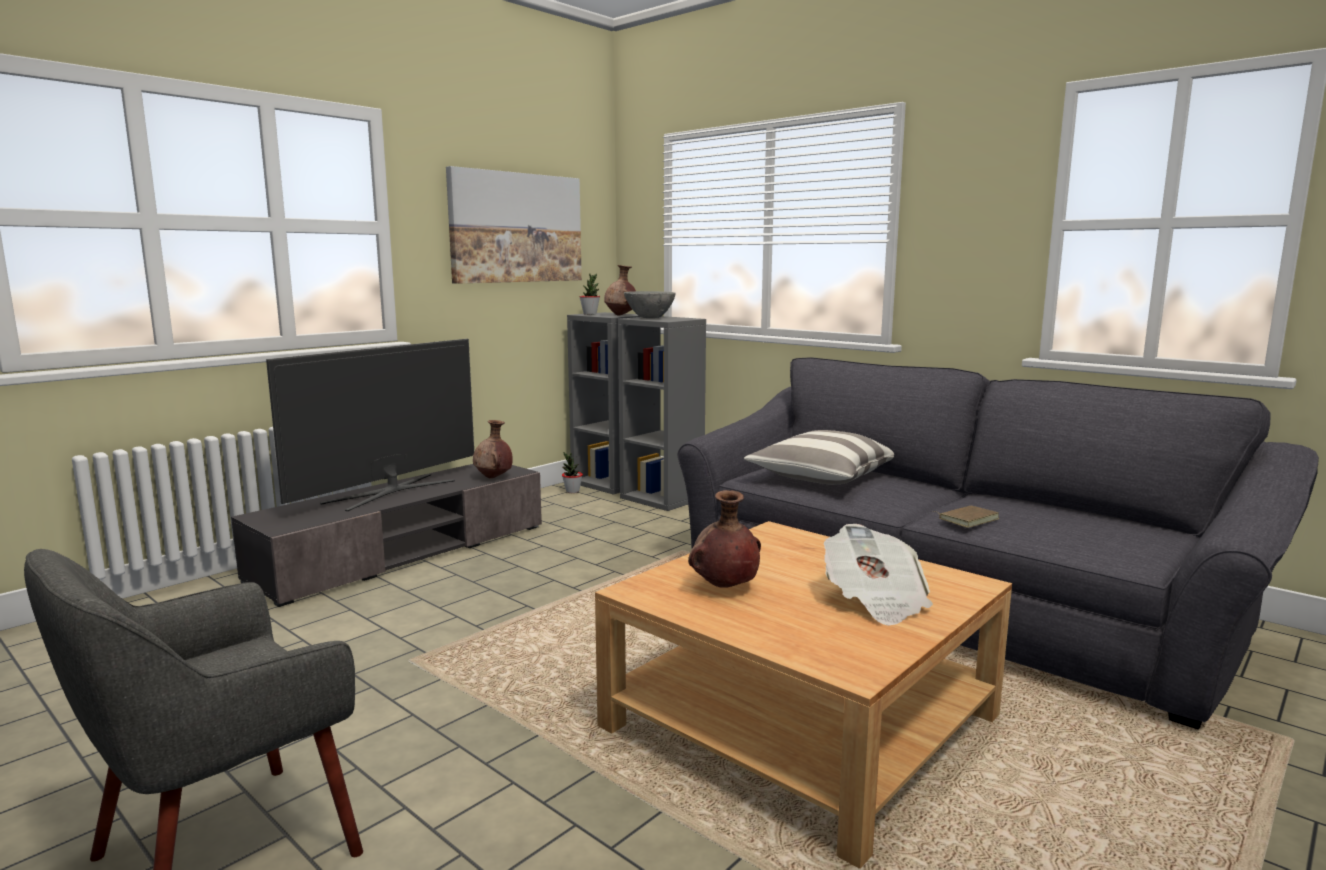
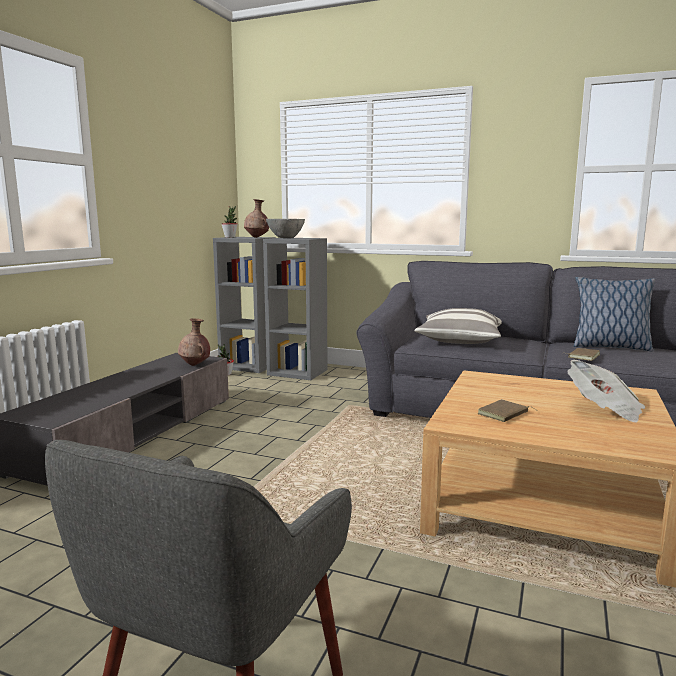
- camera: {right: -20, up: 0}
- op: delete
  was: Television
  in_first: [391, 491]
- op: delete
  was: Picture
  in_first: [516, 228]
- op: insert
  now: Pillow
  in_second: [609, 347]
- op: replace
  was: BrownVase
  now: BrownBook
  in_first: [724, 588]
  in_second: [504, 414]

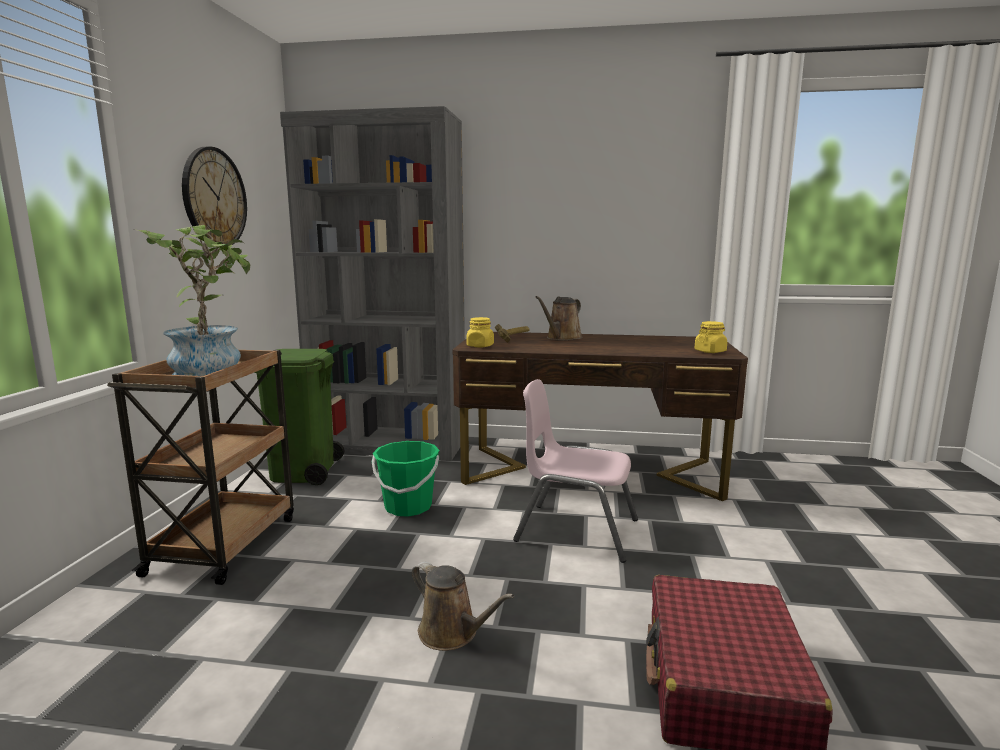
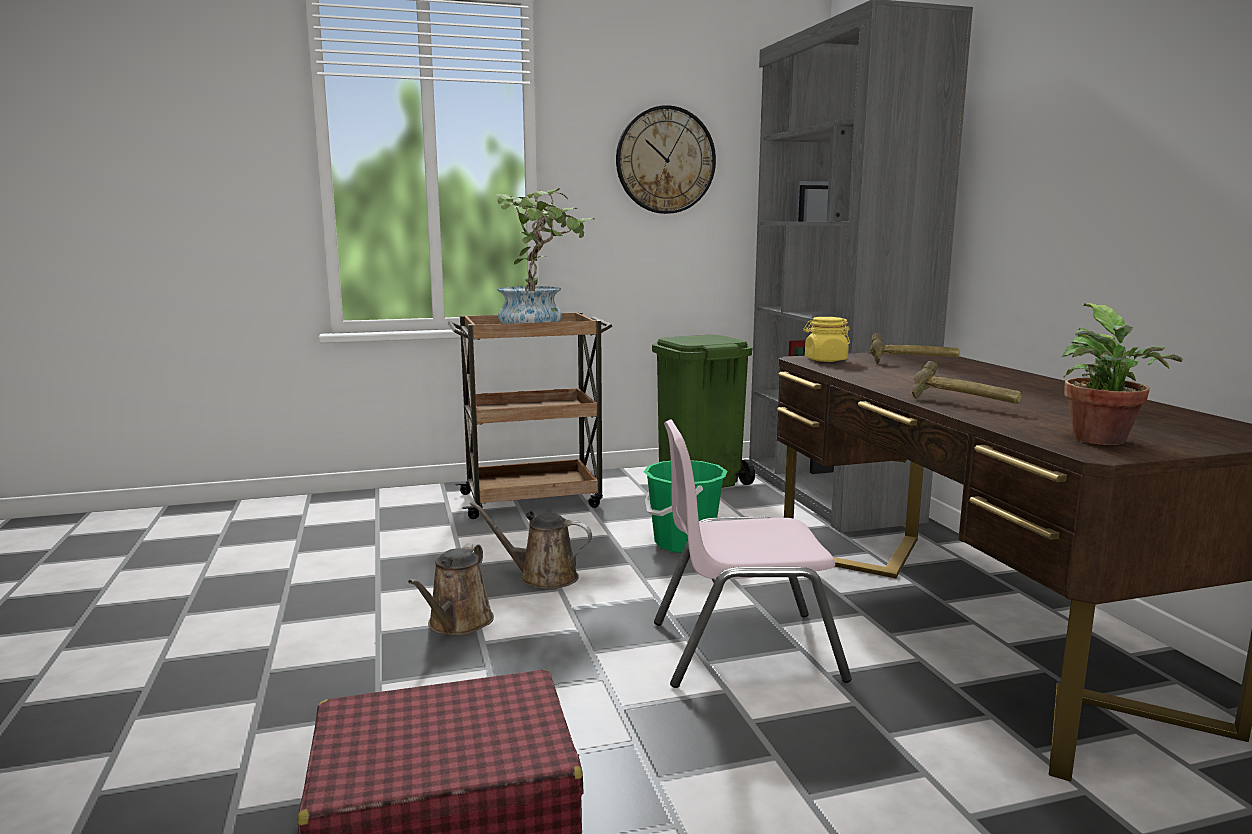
- camera: {right: 65, up: 0}
- op: insert
  now: Hammer
  in_second: [963, 404]
- op: move
  was: BrownWateringCan
  in_first: [562, 338]
  in_second: [542, 577]
- op: replace
  was: YellowJar
  now: PottedPlant
  in_first: [710, 351]
  in_second: [1102, 441]
- op: rotate
  was: PinkChair
  in_first: [576, 531]
  in_second: [743, 649]
  clockwise: -90

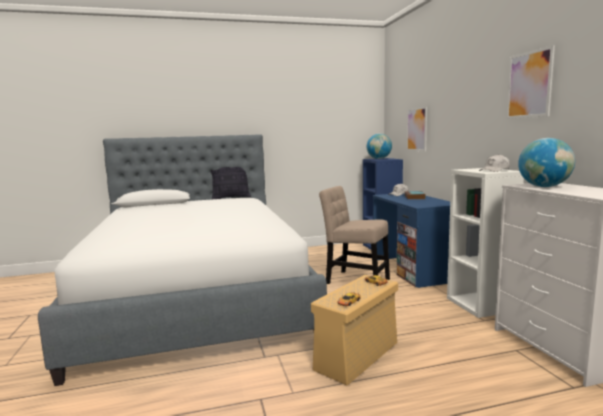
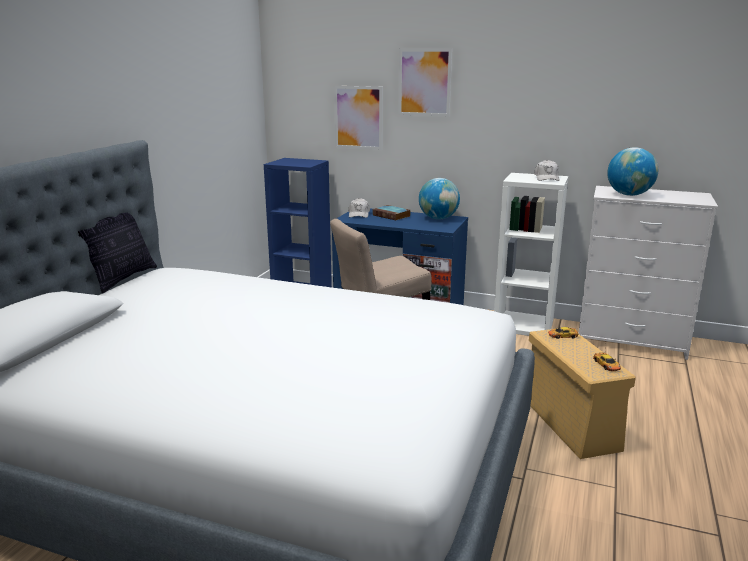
- camera: {right: -55, up: 10}
- op: move
  was: Globe
  in_first: [379, 159]
  in_second: [438, 218]
- op: move
  was: Picture
  in_first: [529, 84]
  in_second: [424, 82]

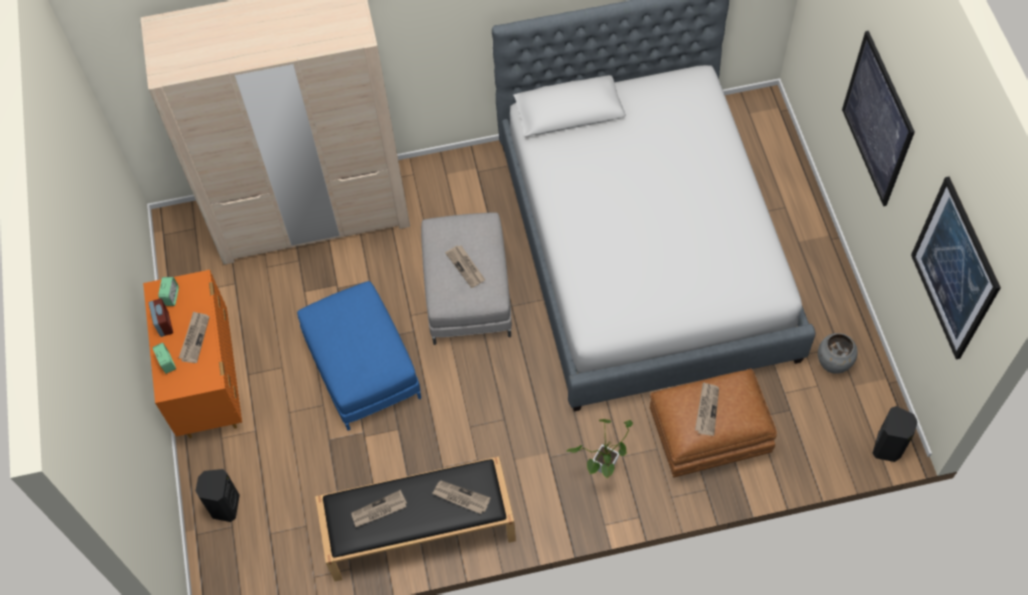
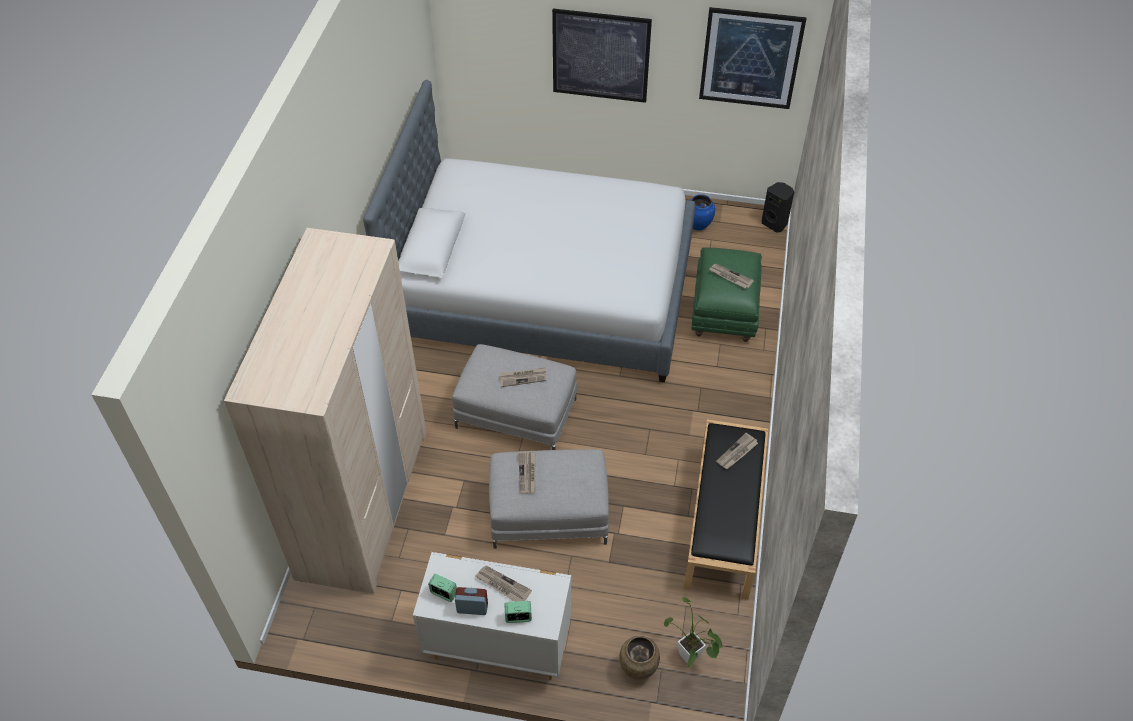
- camera: {right: -70, up: -10}
- op: move
  was: Newspaper
  in_first: [379, 510]
  in_second: [528, 473]
- op: move
  was: PottedPlant
  in_first: [602, 471]
  in_second: [692, 659]
- op: replace
  was: BlackSpeaker
  now: BrownVase
  in_first: [224, 506]
  in_second: [637, 669]
- op: recolor
  was: OrangeDresser
  now: WhiteDresser
  in_first: [208, 381]
  in_second: [497, 645]
- op: recolor
  was: BlueOttoman
  now: GreyOttoman
  in_first: [361, 367]
  in_second: [549, 514]
- op: recolor
  was: BrownOttoman
  now: GreenOttoman
  in_first: [707, 438]
  in_second: [724, 312]
- op: recolor
  was: GreyVase
  now: BlueVase
  in_first: [833, 364]
  in_second: [698, 225]

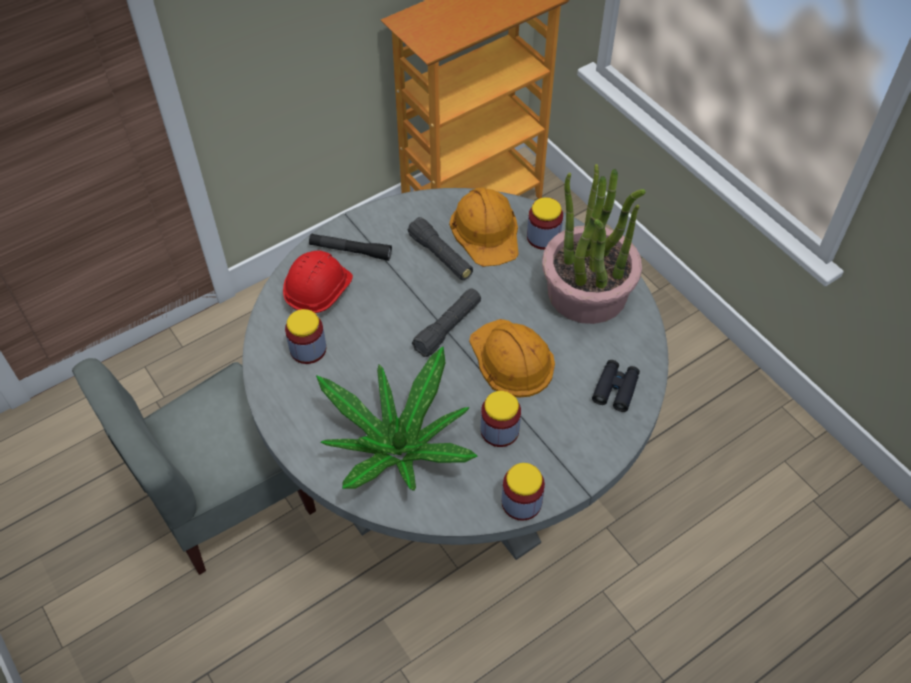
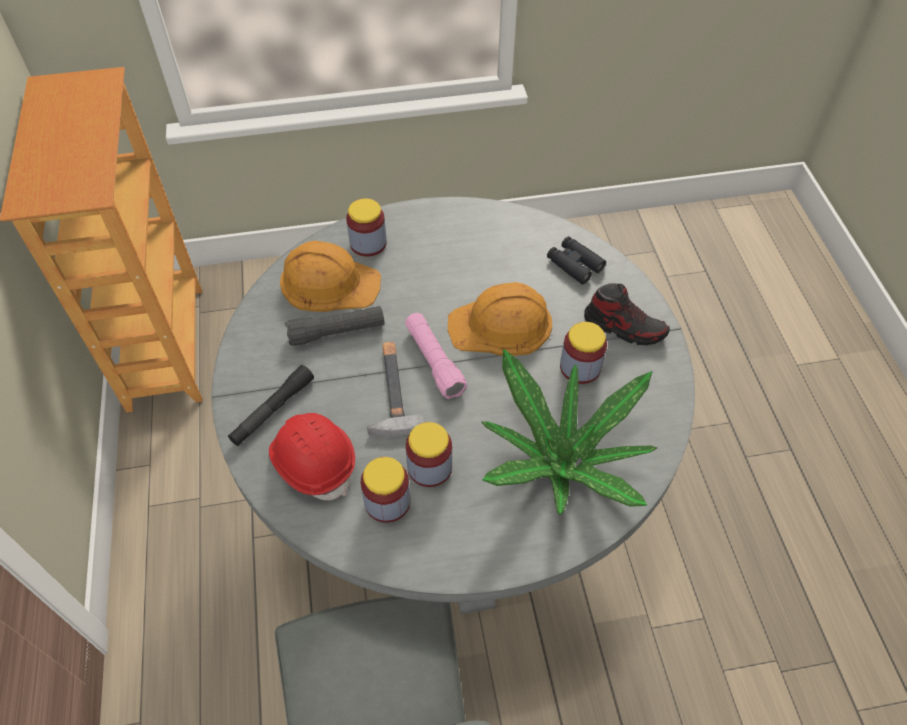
- camera: {right: -65, up: 0}
- op: delete
  was: PottedPlant
  in_first: [587, 292]
- op: insert
  now: Hammer
  in_second: [391, 390]
- op: insert
  now: Shoe
  in_second: [624, 327]
- op: move
  was: Jar
  in_first: [521, 502]
  in_second: [429, 467]
- op: recolor
  was: BlackFlashlight
  now: PinkFlashlight
  in_first: [448, 328]
  in_second: [434, 361]

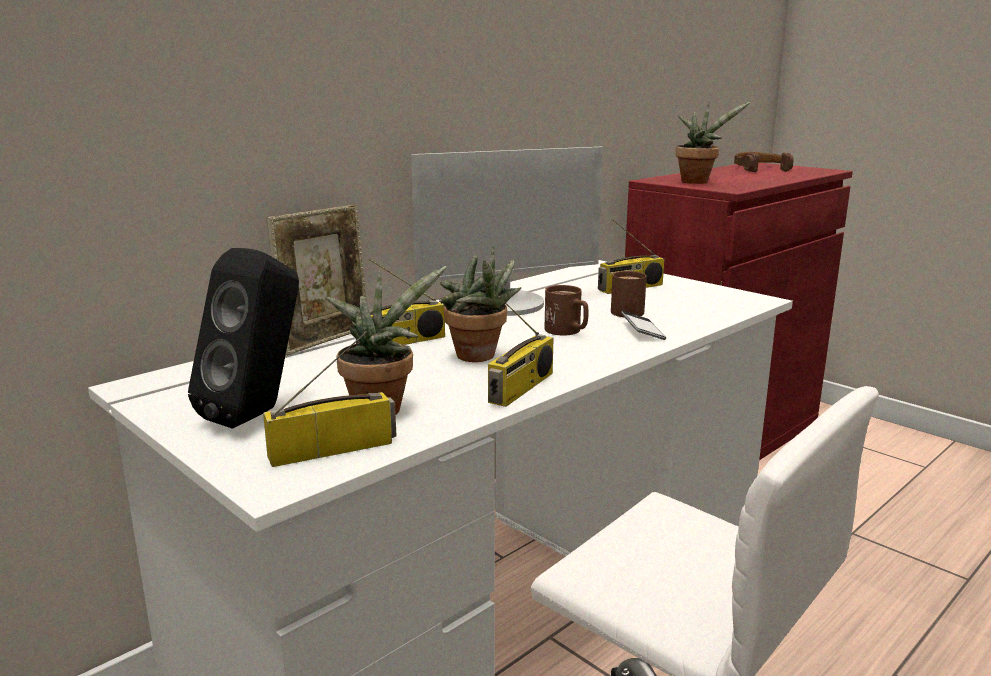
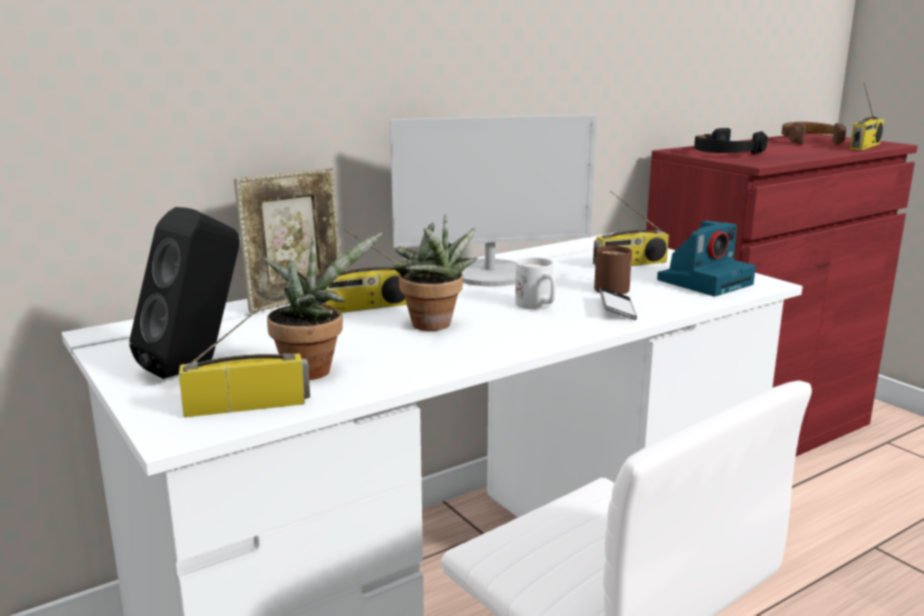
- camera: {right: 10, up: 0}
- op: insert
  now: PhotoCamera
  in_second: [705, 281]
- op: move
  was: Radio
  in_first: [521, 388]
  in_second: [865, 146]
- op: replace
  was: PottedPlant
  now: BlackHeadphones
  in_first: [697, 181]
  in_second: [726, 153]
- op: recolor
  was: BrownMug
  now: WhiteMug
  in_first: [568, 332]
  in_second: [538, 306]

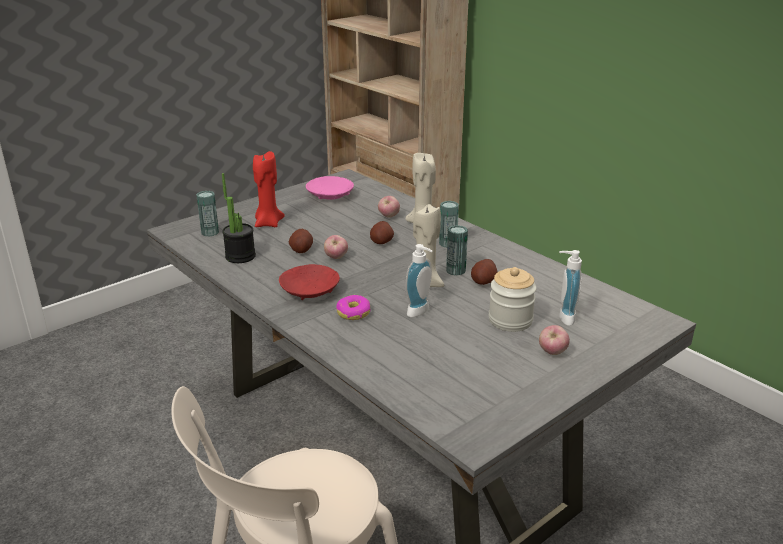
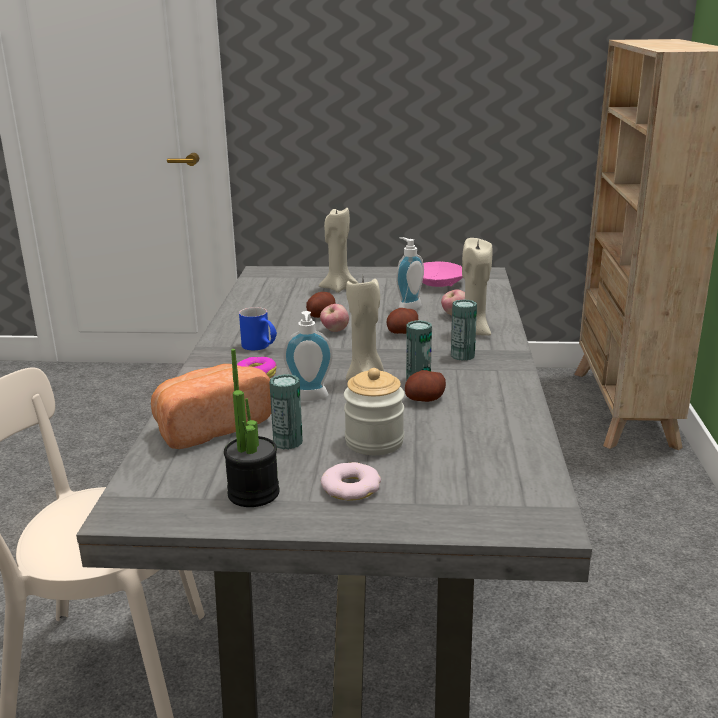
- camera: {right: 45, up: -5}
- op: insert
  now: Bread
  in_second: [210, 426]
- op: move
  was: Can
  in_first: [210, 232]
  in_second: [288, 442]
- op: move
  was: PottedPlant
  in_first: [240, 256]
  in_second: [253, 493]
- op: move
  was: SoapDispenser
  in_first: [563, 317]
  in_second: [407, 307]
- op: replace
  was: RedBowl
  now: BlueMug
  in_first: [310, 291]
  in_second: [260, 347]
- op: replace
  was: Apple
  now: Donut
  in_first: [552, 353]
  in_second: [351, 487]
- op: recolor
  was: RedCandle
  now: BeigeCandle
  in_first: [268, 223]
  in_second: [338, 288]

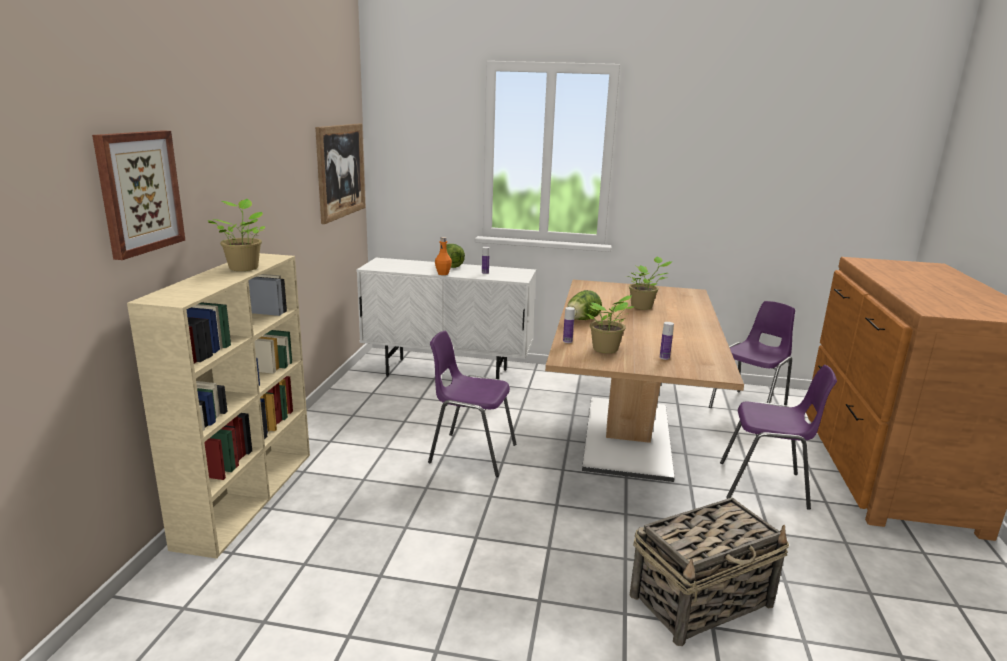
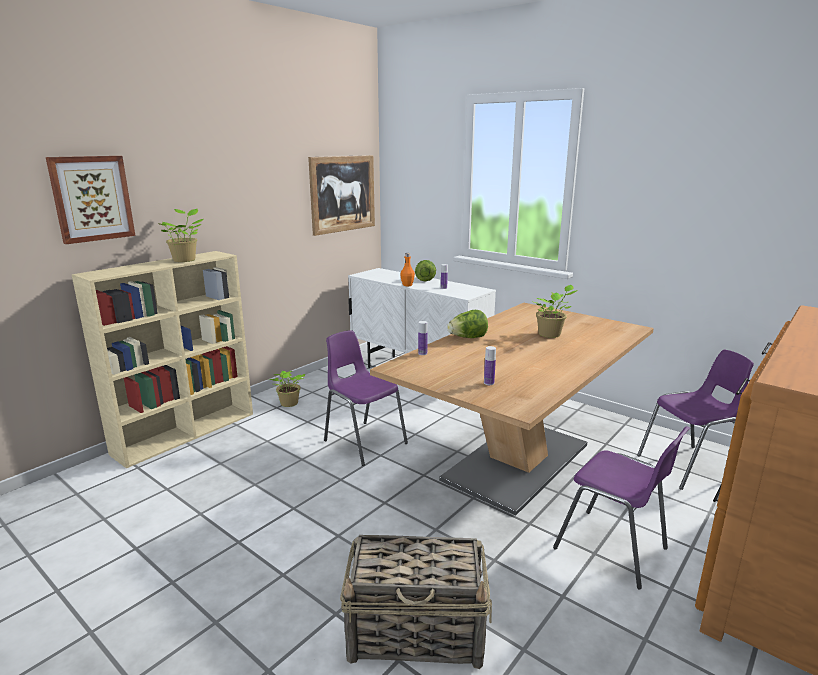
- camera: {right: 30, up: 0}
- op: move
  was: PottedPlant
  in_first: [606, 350]
  in_second: [288, 404]

